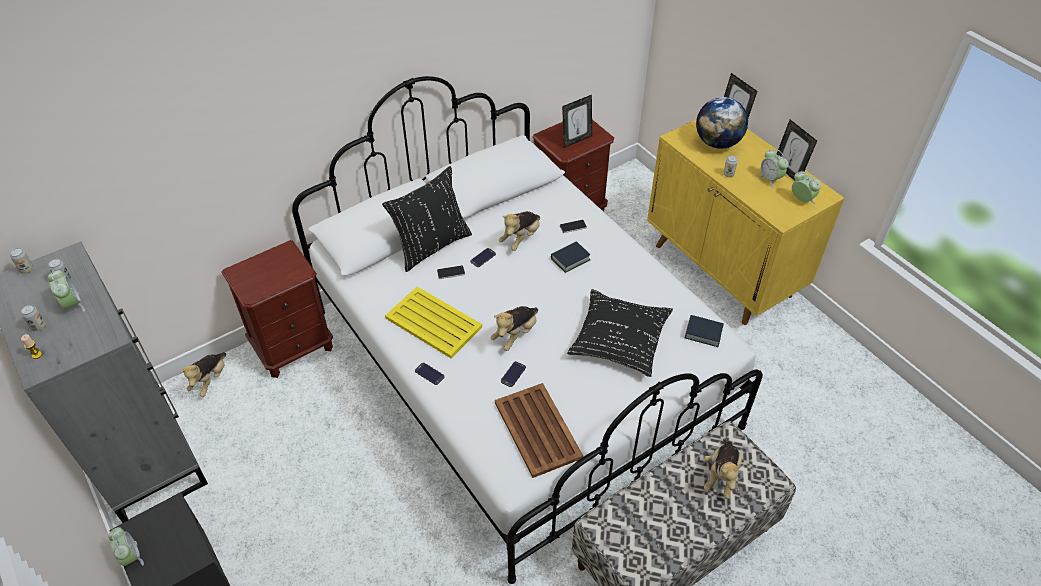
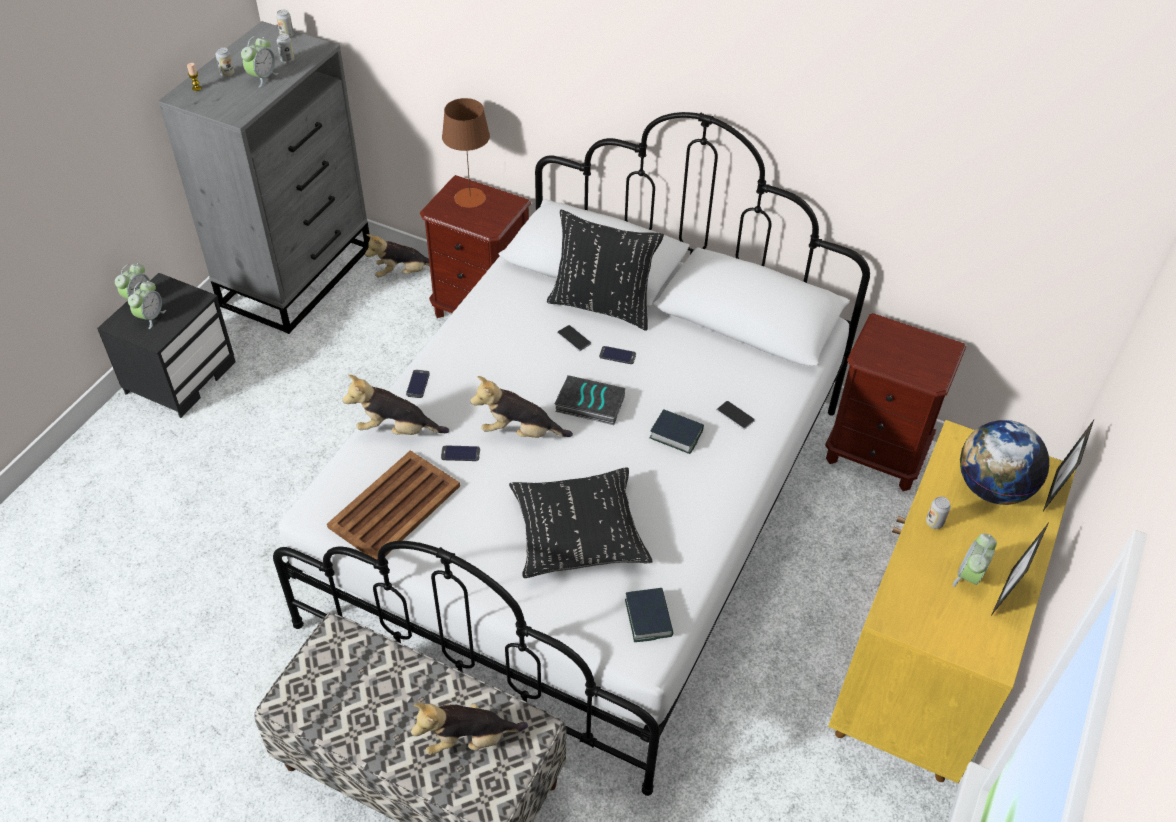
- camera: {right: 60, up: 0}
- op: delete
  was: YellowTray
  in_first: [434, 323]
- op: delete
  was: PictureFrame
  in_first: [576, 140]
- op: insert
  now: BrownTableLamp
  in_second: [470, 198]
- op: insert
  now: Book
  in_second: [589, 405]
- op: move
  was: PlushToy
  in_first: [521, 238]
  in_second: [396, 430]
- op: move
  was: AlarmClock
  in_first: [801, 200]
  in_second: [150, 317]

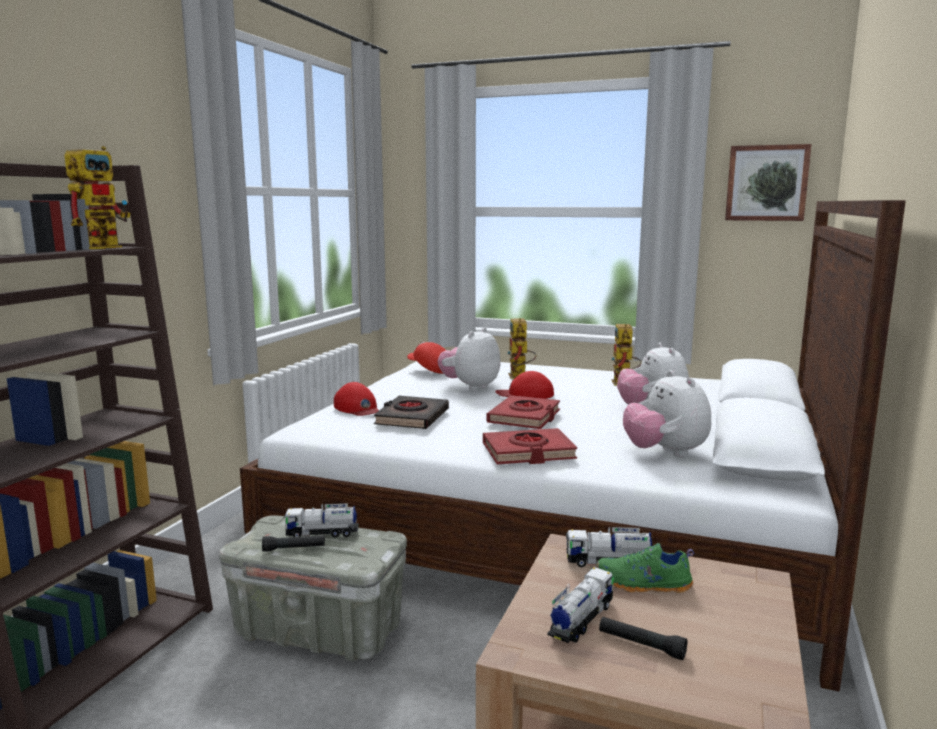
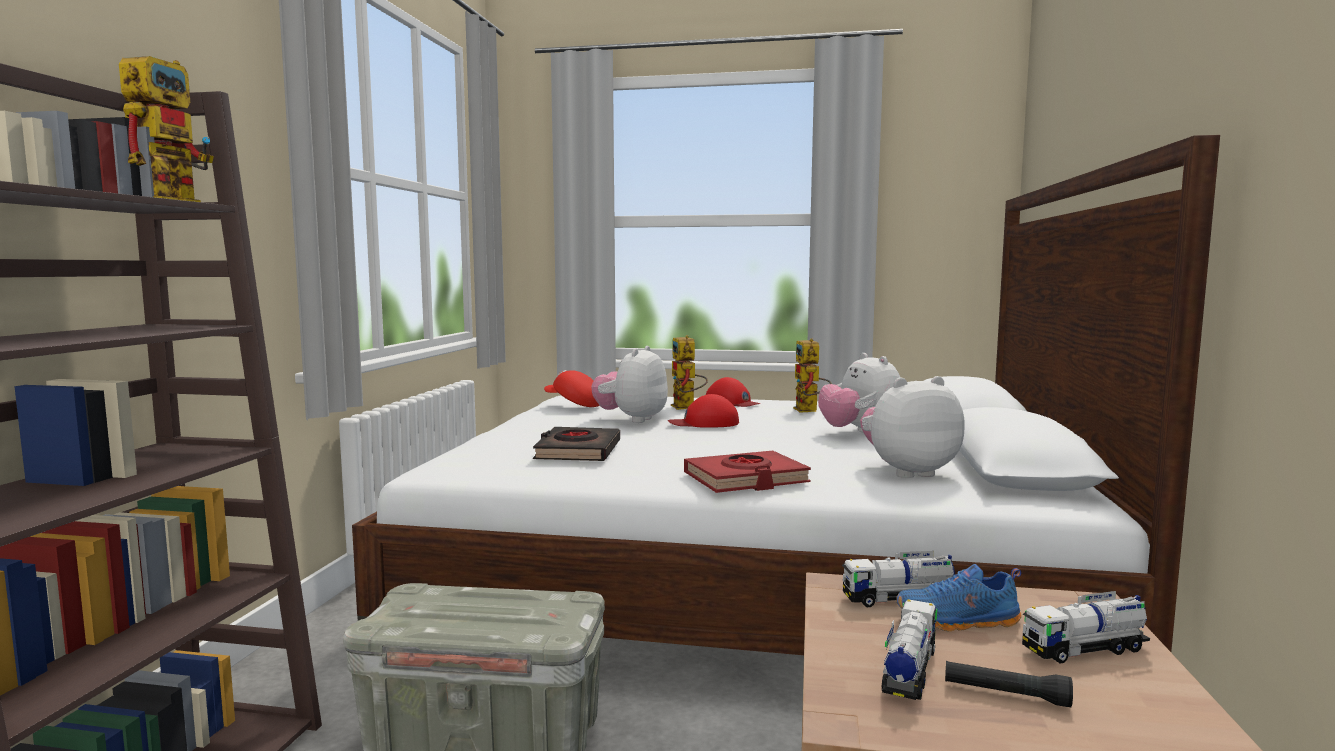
- camera: {right: -10, up: -5}
- op: delete
  was: BlackFlashlight
  in_first: [294, 549]
- op: delete
  was: RedBook
  in_first: [525, 417]
- op: delete
  was: Picture
  in_first: [766, 183]
- op: move
  was: ToyTruck
  in_first: [322, 533]
  in_second: [1085, 649]
- op: move
  was: RedCap
  in_first: [357, 408]
  in_second: [732, 402]
- op: recolor
  was: GreenShoe
  now: BlueShoe
  in_first: [643, 585]
  in_second: [959, 621]
- op: rotate
  was: PlushToy
  in_first: [665, 453]
  in_second: [907, 472]
  clockwise: 105

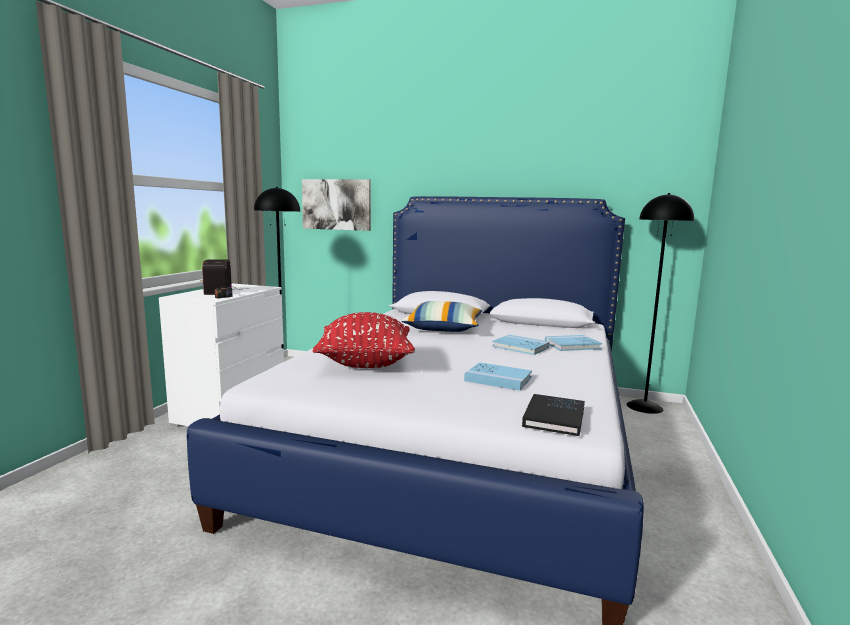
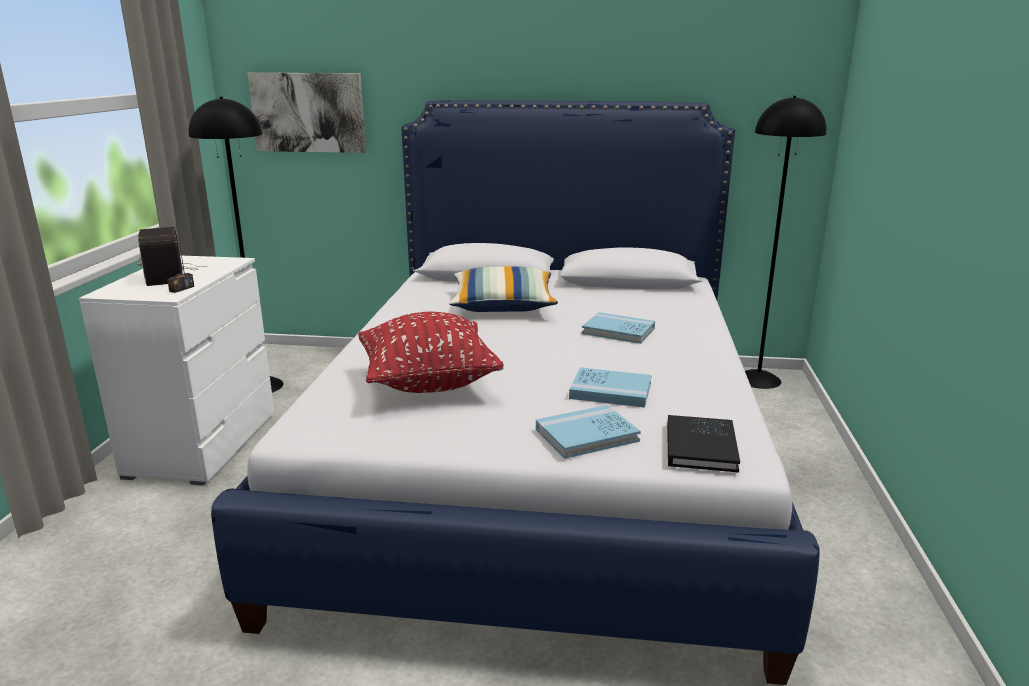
- camera: {right: -10, up: 10}
- op: move
  was: BlueBook
  in_first: [572, 345]
  in_second: [587, 435]

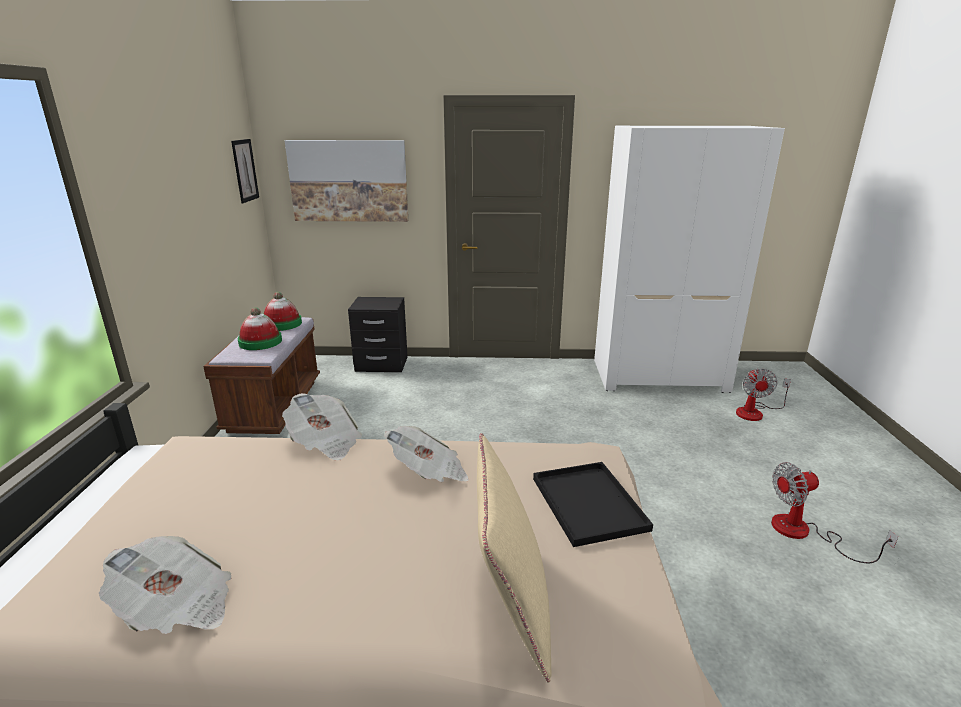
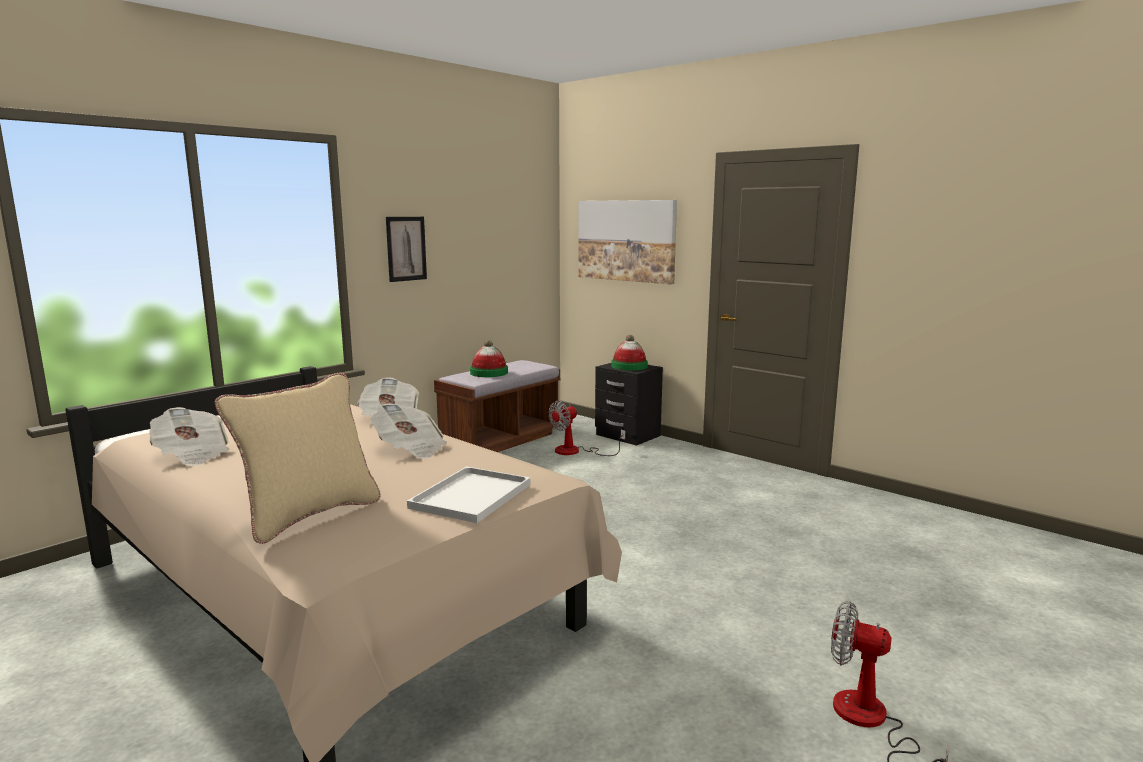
- camera: {right: 40, up: -10}
- op: delete
  was: WhiteWardrobe
  in_first: [659, 375]
- op: move
  was: Picture
  in_first: [245, 170]
  in_second: [406, 248]
- op: move
  was: Hat
  in_first: [282, 324]
  in_second: [629, 366]
- op: move
  was: Fan
  in_first: [755, 412]
  in_second: [576, 451]
- op: recolor
  was: BlackTray
  now: WhiteTray
  in_first: [591, 504]
  in_second: [471, 497]

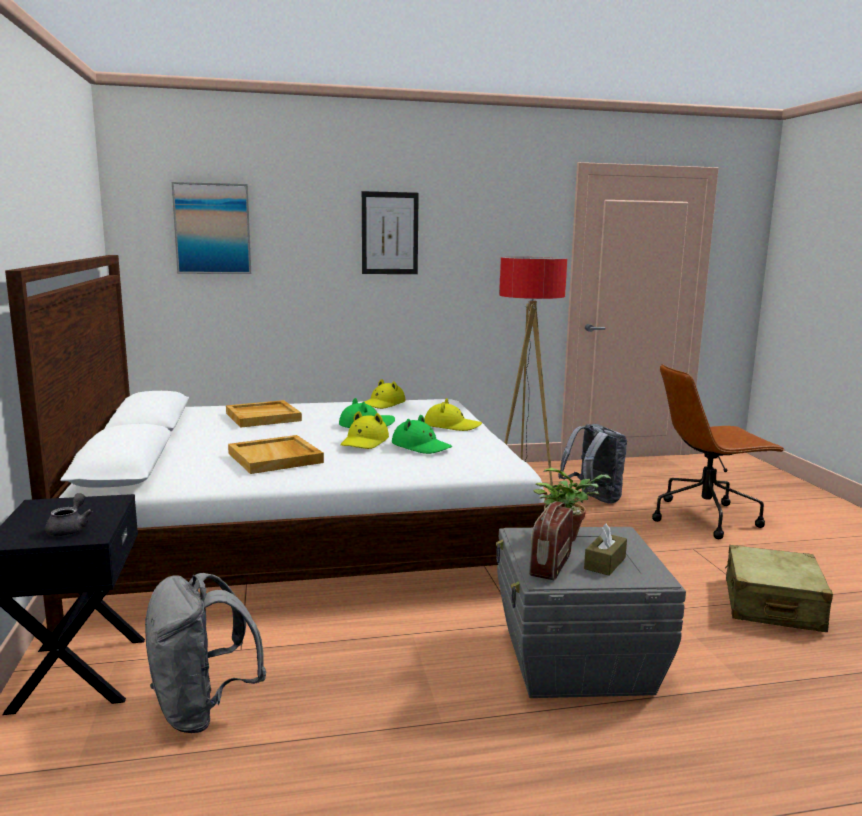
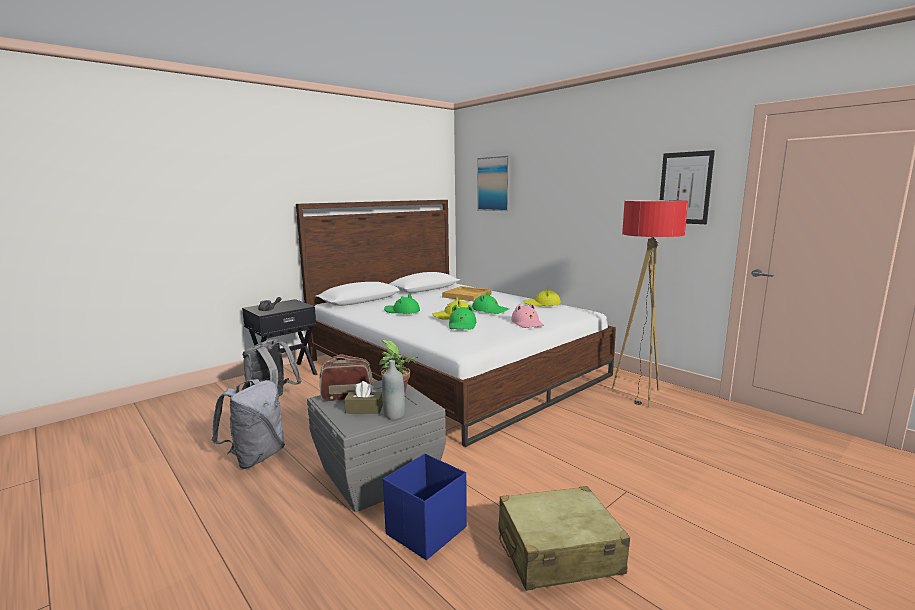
- camera: {right: 60, up: 0}
- op: delete
  was: BrownOfficeChair
  in_first: [705, 517]
- op: insert
  now: GreyBottle
  in_second: [394, 415]
- op: insert
  now: BlueStorageBox
  in_second: [425, 531]
- op: move
  was: Picture
  in_first: [390, 233]
  in_second: [685, 188]
- op: move
  was: GreyBackpack
  in_first: [593, 499]
  in_second: [255, 457]
- op: replace
  was: BeigeTray
  now: GreenHat
  in_first: [276, 458]
  in_second: [402, 311]
- op: recolor
  was: YellowHat
  now: PinkHat
  in_first: [451, 426]
  in_second: [527, 323]

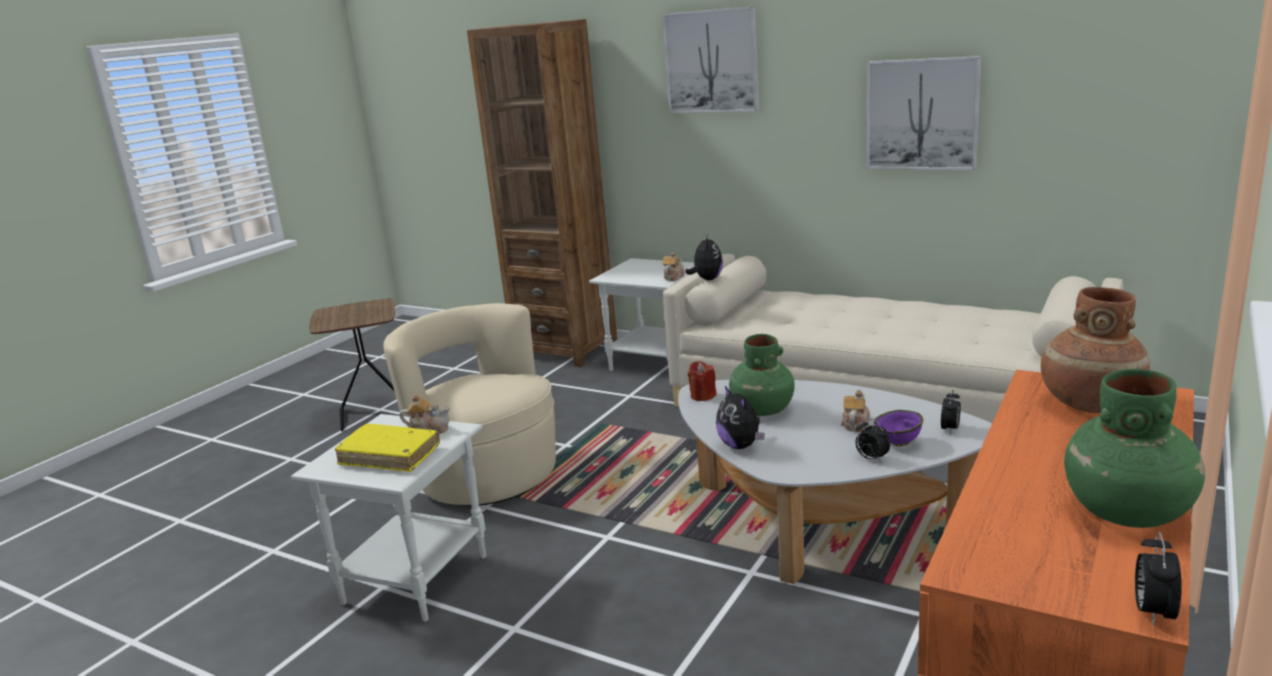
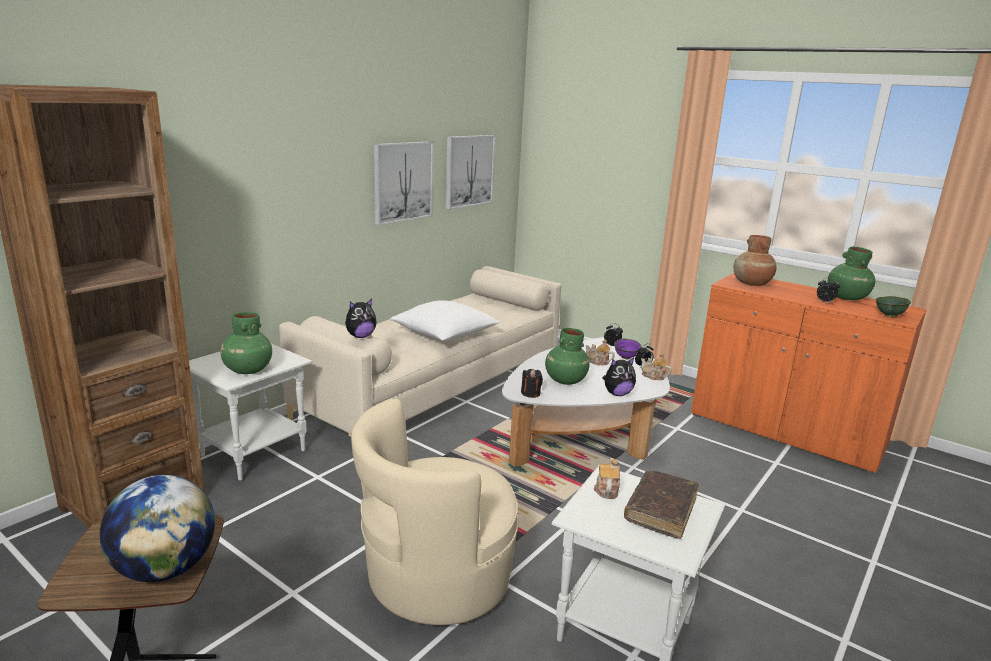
- camera: {right: -85, up: 0}
- op: insert
  now: Globe
  in_second: [165, 569]
- op: insert
  now: GreenVase
  in_second: [248, 370]
- op: insert
  now: WhitePillow
  in_second: [445, 334]
- op: insert
  now: GreenBowl
  in_second: [889, 316]
- op: move
  was: Picture
  in_first: [712, 61]
  in_second: [469, 171]
- op: move
  was: Teapot
  in_first: [673, 277]
  in_second: [653, 376]
- op: move
  was: AlarmClock
  in_first: [1153, 612]
  in_second: [824, 302]
- op: recolor
  was: YellowBook
  now: BrownBook
  in_first: [389, 456]
  in_second: [660, 510]
- op: recolor
  was: RedCandle
  now: BlackCandle
  in_first: [702, 396]
  in_second: [530, 393]
- op: rotate
  was: PlushToy
  in_first: [707, 279]
  in_second: [360, 336]
  clockwise: 135

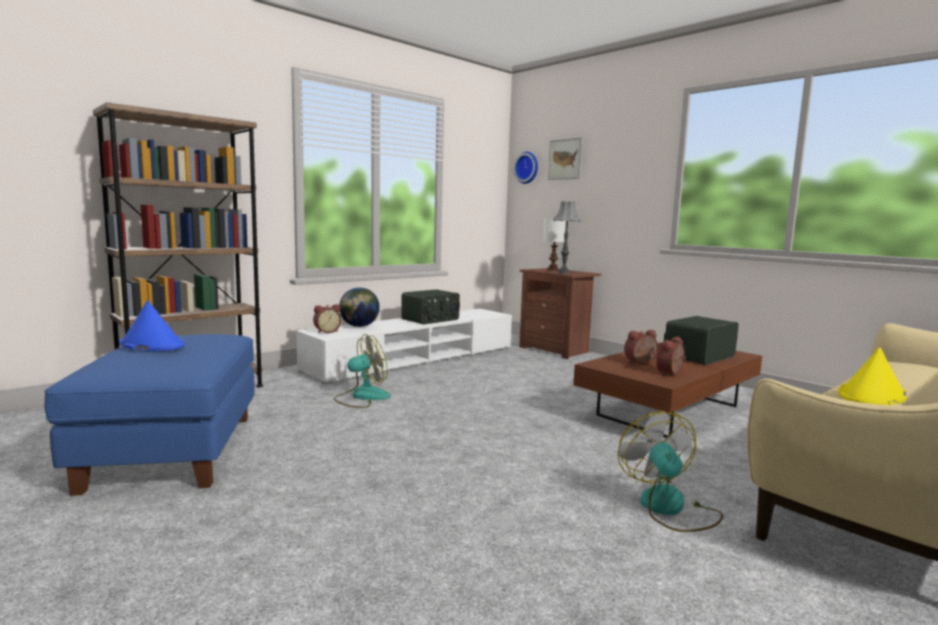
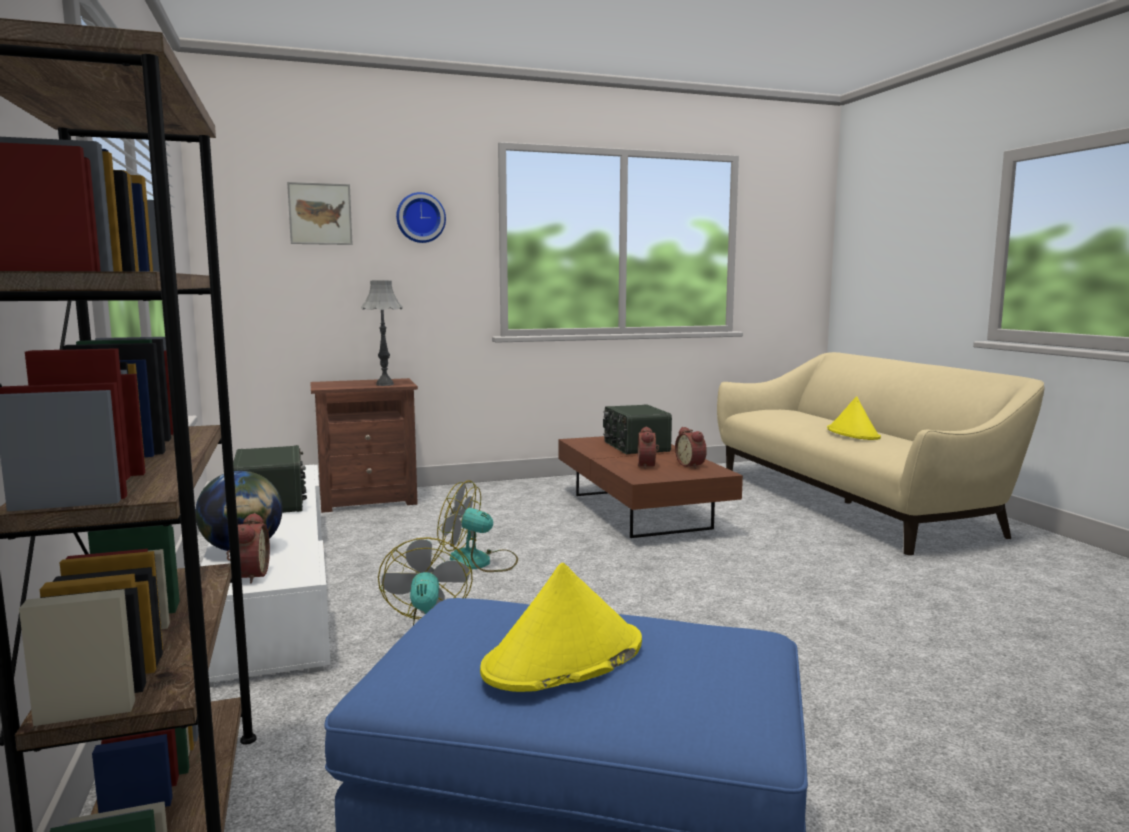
- camera: {right: -65, up: 0}
- op: delete
  was: WhiteTableLamp
  in_first: [552, 269]
- op: move
  was: WallClock
  in_first: [527, 168]
  in_second: [420, 218]
- op: move
  was: Fan
  in_first: [669, 508]
  in_second: [480, 562]
- op: recolor
  was: BlueHat
  now: YellowHat
  in_first: [151, 345]
  in_second: [563, 658]

